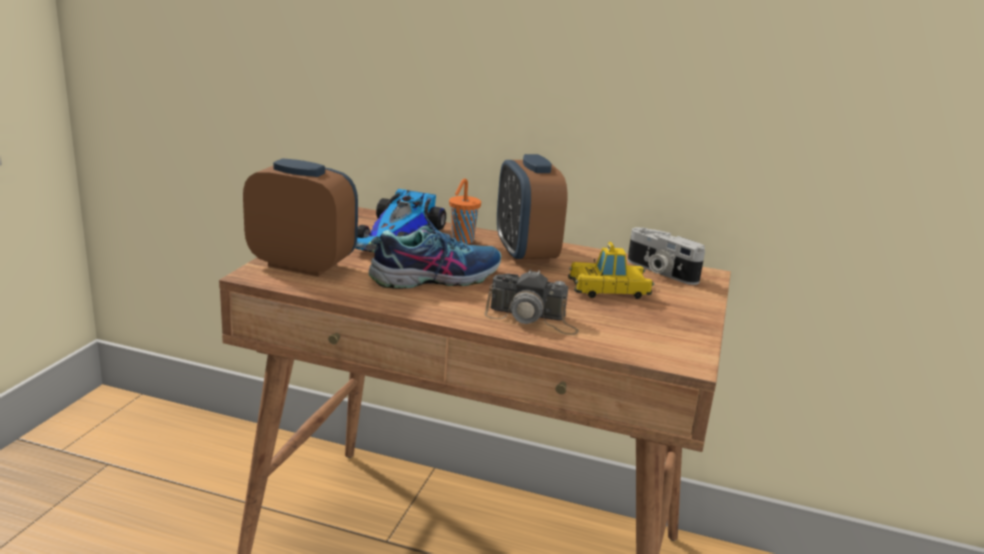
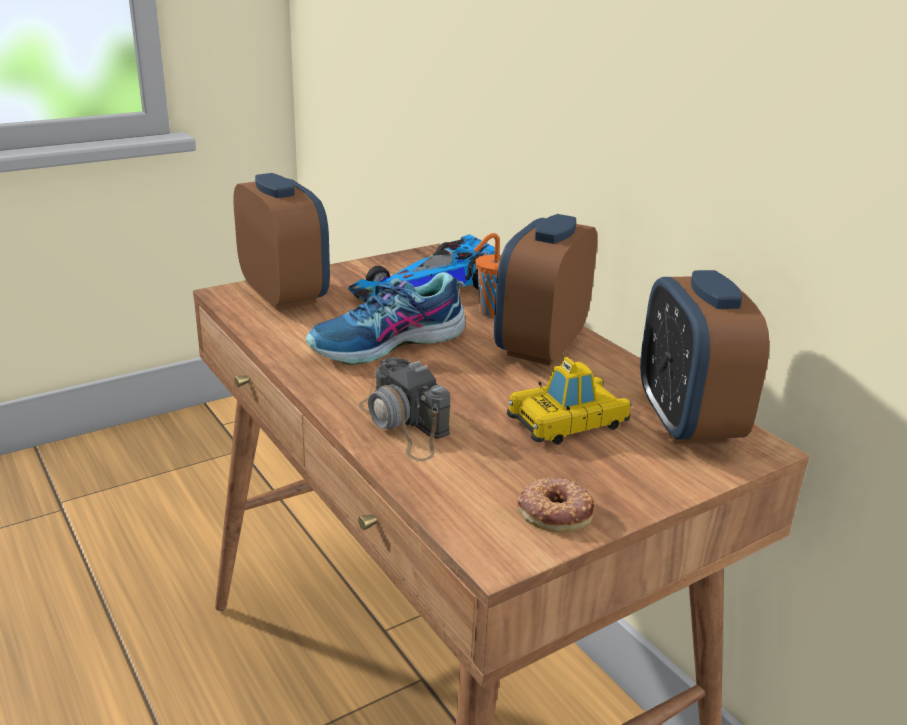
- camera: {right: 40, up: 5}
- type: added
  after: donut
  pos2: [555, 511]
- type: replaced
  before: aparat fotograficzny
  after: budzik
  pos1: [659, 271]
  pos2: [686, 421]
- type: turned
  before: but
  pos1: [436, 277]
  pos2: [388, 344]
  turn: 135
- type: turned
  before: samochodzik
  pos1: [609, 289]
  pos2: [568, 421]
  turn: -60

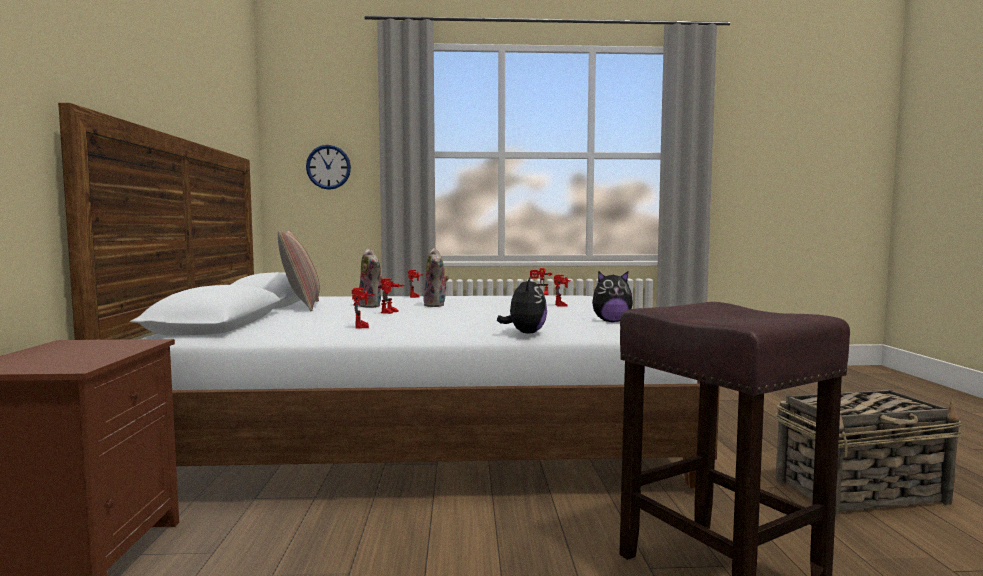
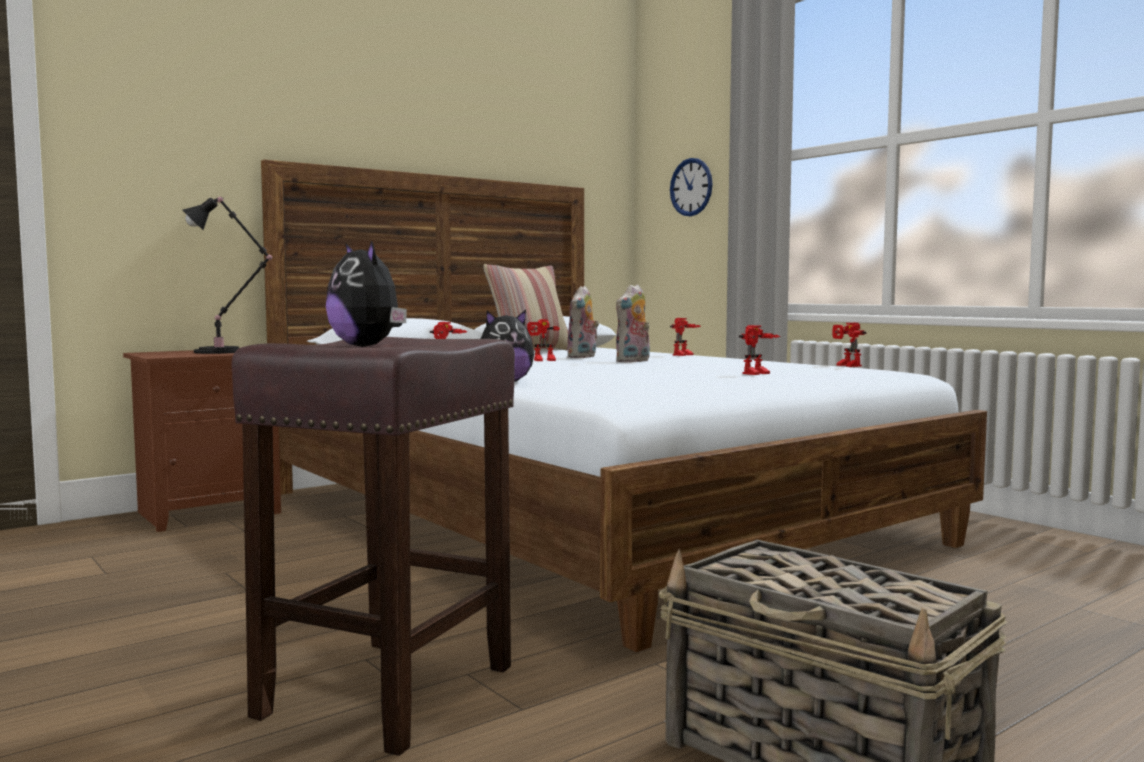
- camera: {right: 55, up: 0}
- type: added
  after: lampa stołowa/czarny
  pos2: [223, 352]
- type: moved
  before: pluszak
  pos1: [611, 321]
  pos2: [368, 346]

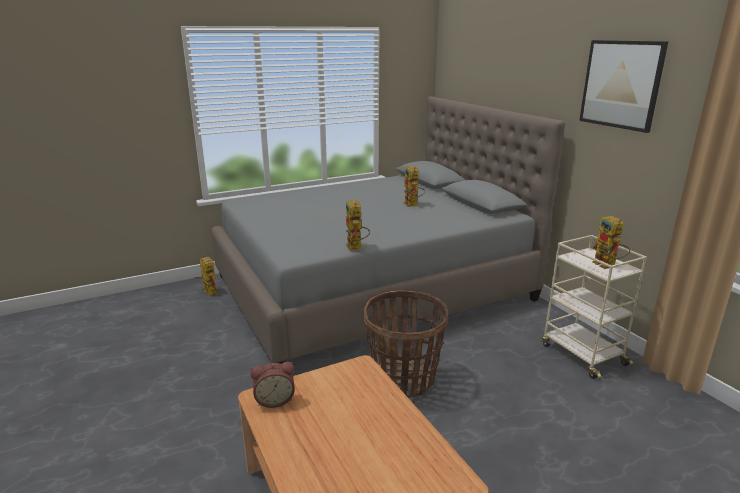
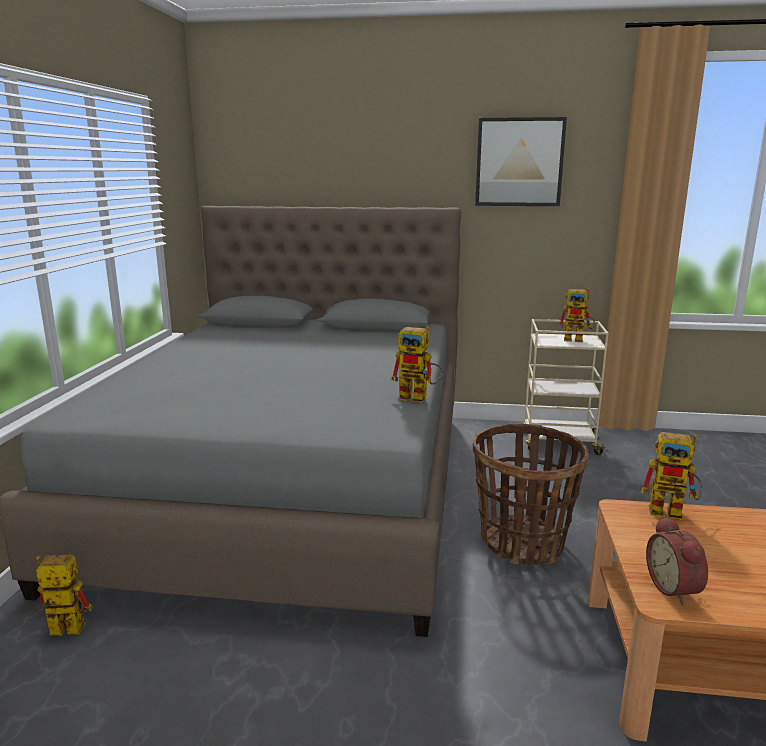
- camera: {right: -55, up: -5}
- type: moved
  before: robot zabawkowy
  pos1: [413, 205]
  pos2: [673, 512]
- type: turned
  before: budzik
  pos1: [274, 399]
  pos2: [675, 588]
  turn: 150

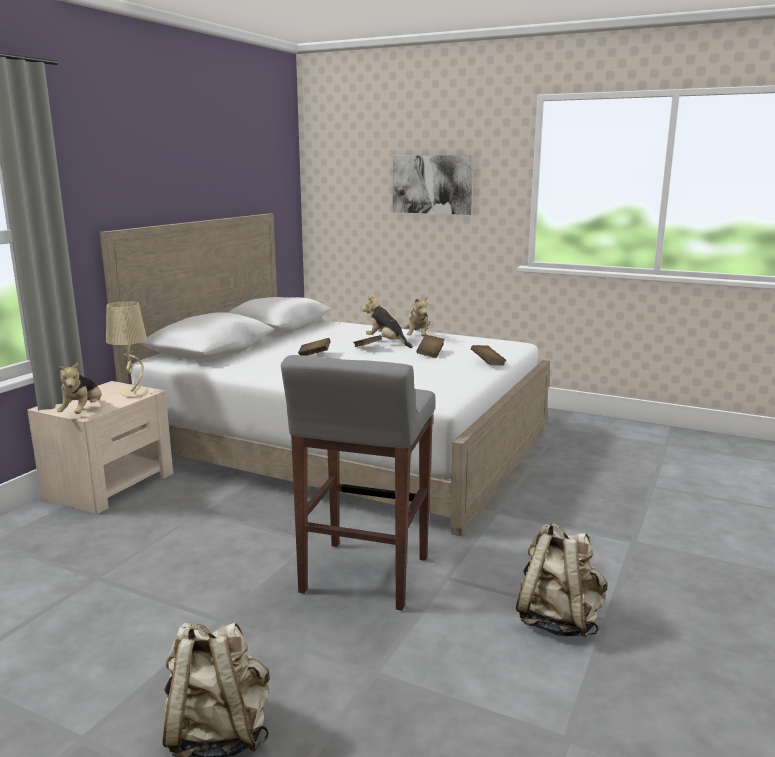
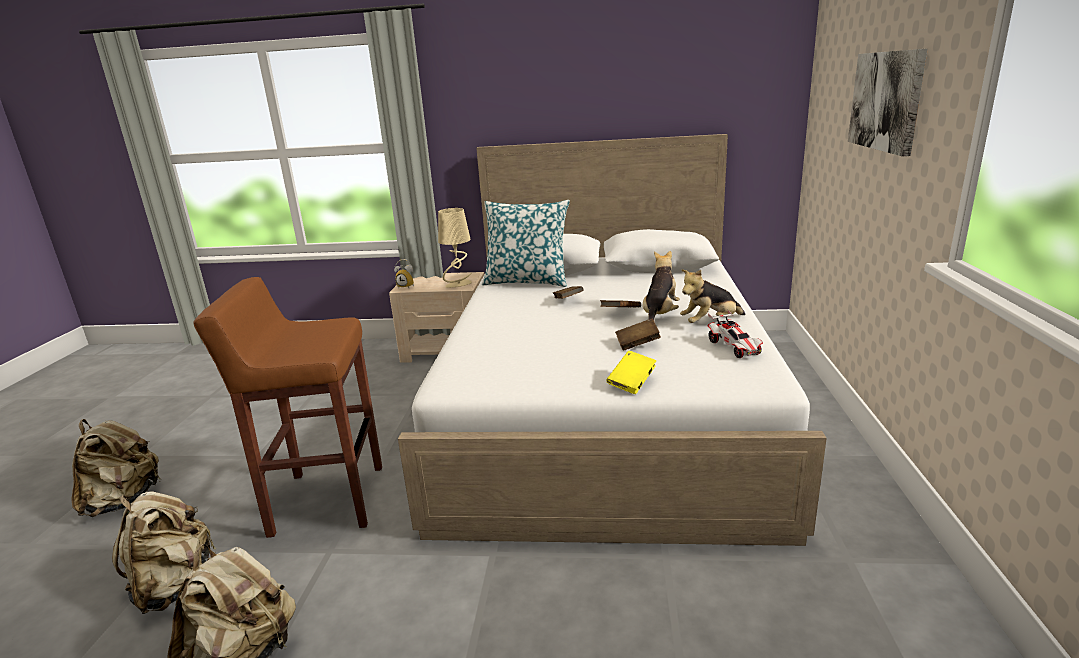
- camera: {right: 70, up: 5}
- type: added
  after: plecak/beżowy
  pos2: [174, 586]
- type: added
  after: poduszka
  pos2: [527, 281]
- type: added
  after: samochodzik
  pos2: [734, 347]
- type: replaced
  before: pluszak
  after: budzik
  pos1: [83, 412]
  pos2: [407, 286]
- type: recoloured
  before: stołek/szary
  after: stołek/brązowy
  pos1: [364, 576]
  pos2: [326, 500]
- type: recoloured
  before: książka/brązowy
  after: książka/żółty
  pos1: [488, 363]
  pos2: [631, 383]

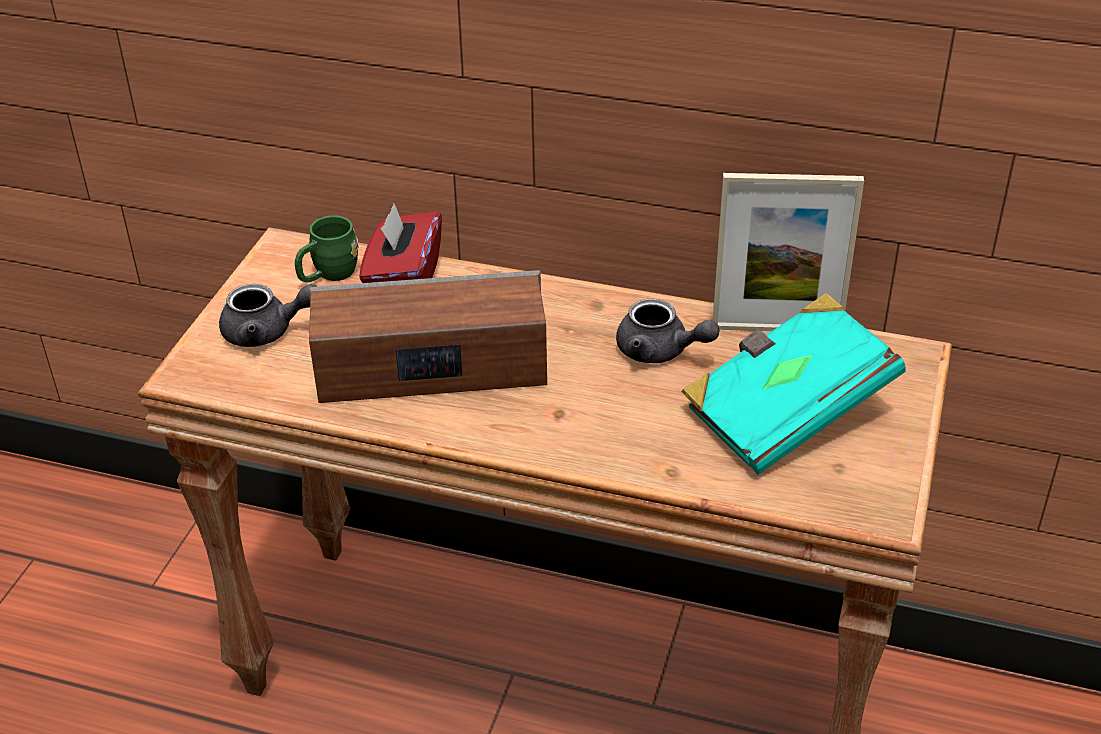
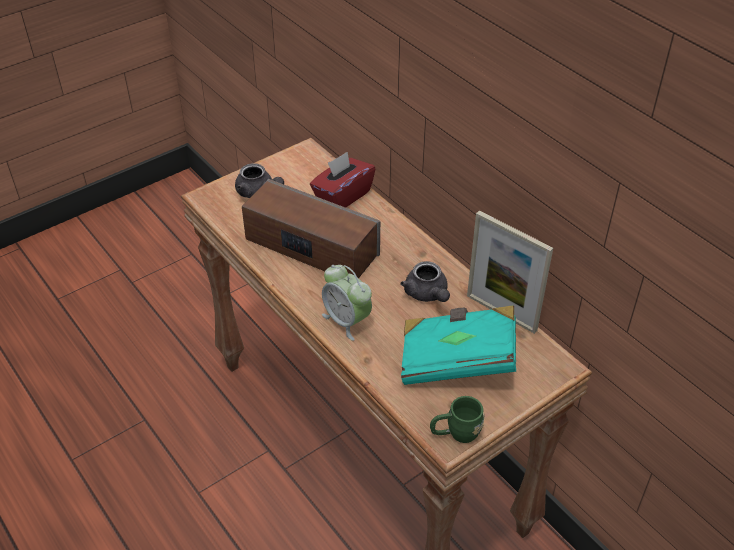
- camera: {right: 35, up: 5}
- type: added
  after: budzik
  pos2: [347, 320]
- type: moved
  before: kubek/zielony
  pos1: [328, 275]
  pos2: [455, 433]

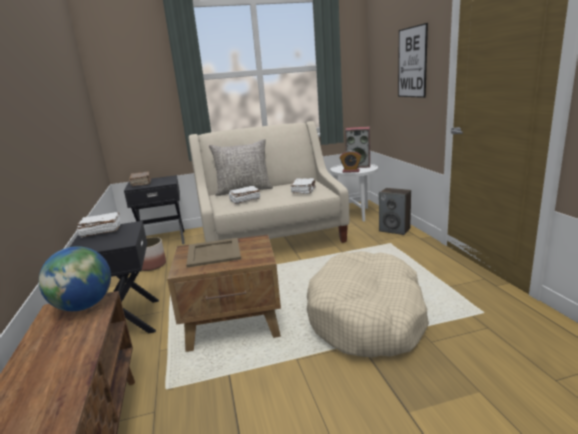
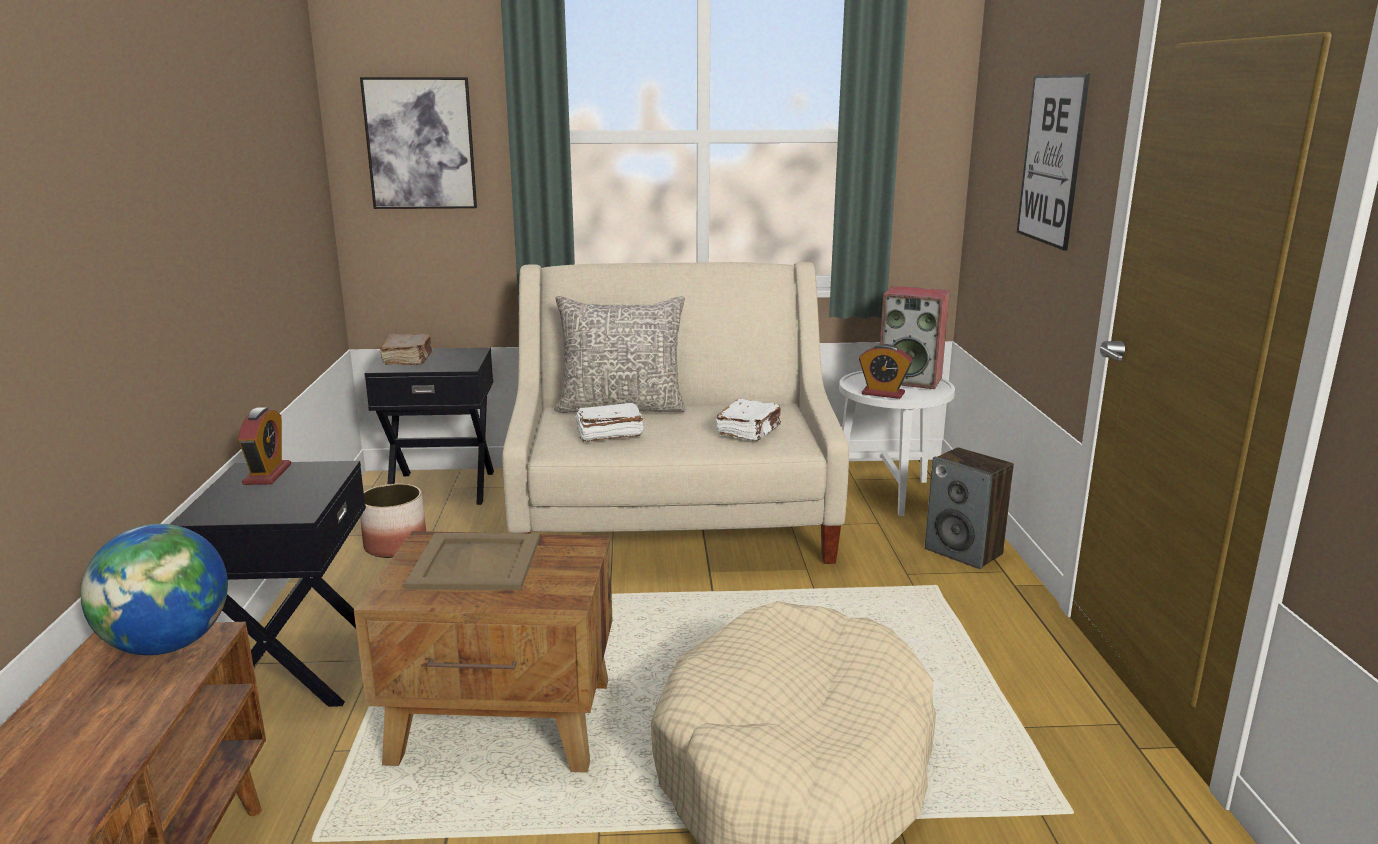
- camera: {right: 10, up: 0}
- type: added
  after: obraz
  pos2: [420, 143]
- type: replaced
  before: książka/biały
  after: budzik
  pos1: [100, 231]
  pos2: [267, 474]

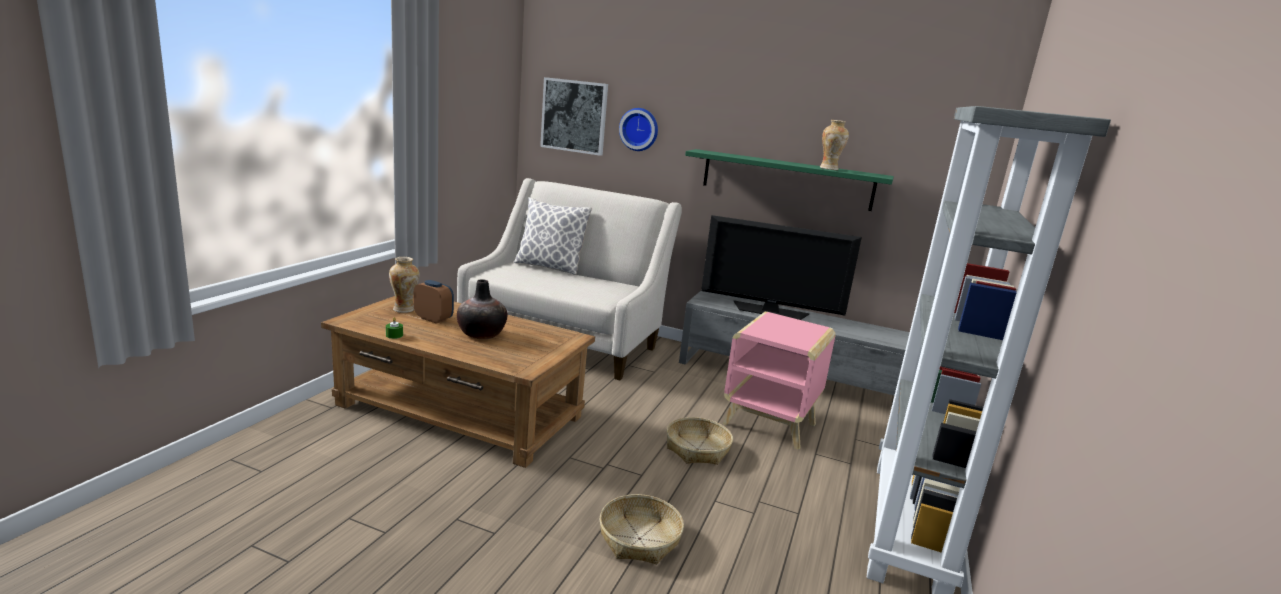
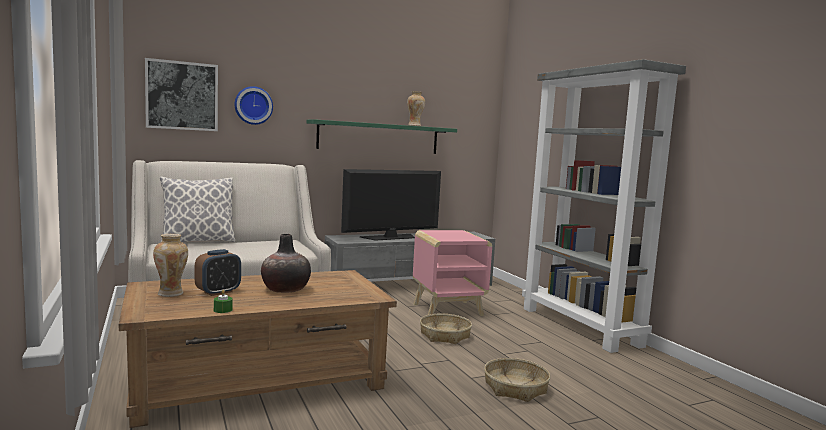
- camera: {right: -45, up: -10}
- type: turned
  before: budzik
  pos1: [433, 319]
  pos2: [218, 292]
  turn: 150

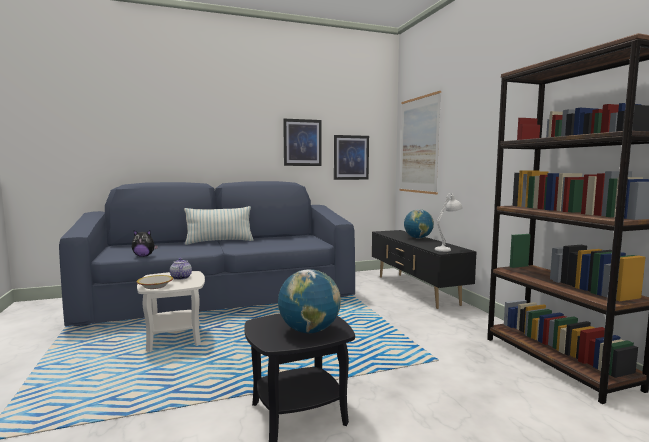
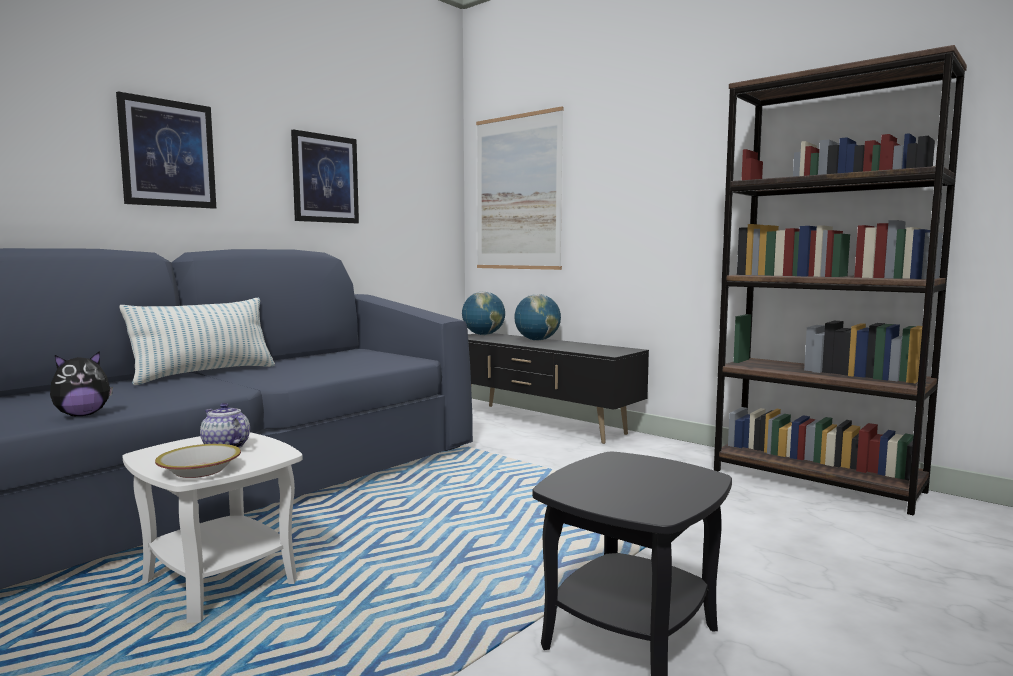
- camera: {right: -30, up: 0}
- type: removed
  before: lampa stołowa/biały
  pos1: [447, 249]
- type: moved
  before: globus
  pos1: [309, 331]
  pos2: [483, 335]
- type: moved
  before: obraz
  pos1: [351, 157]
  pos2: [168, 153]

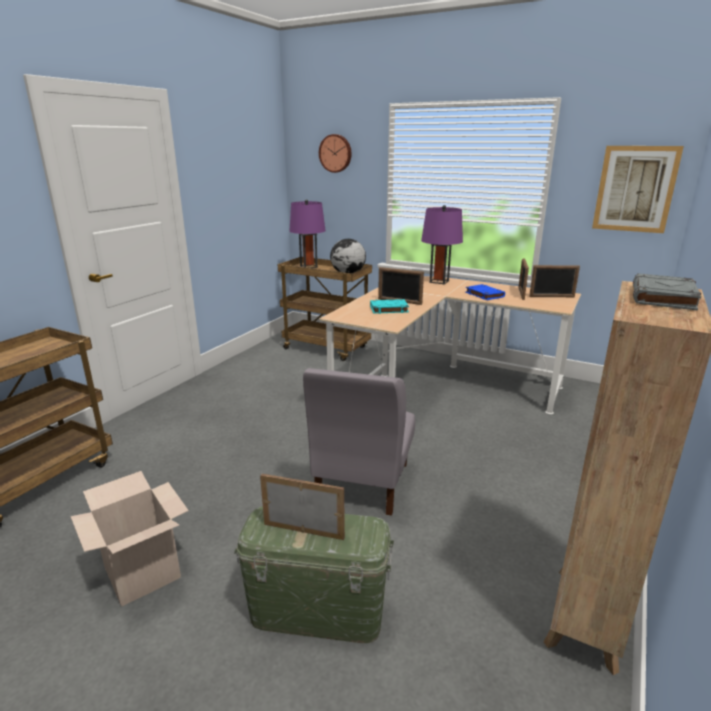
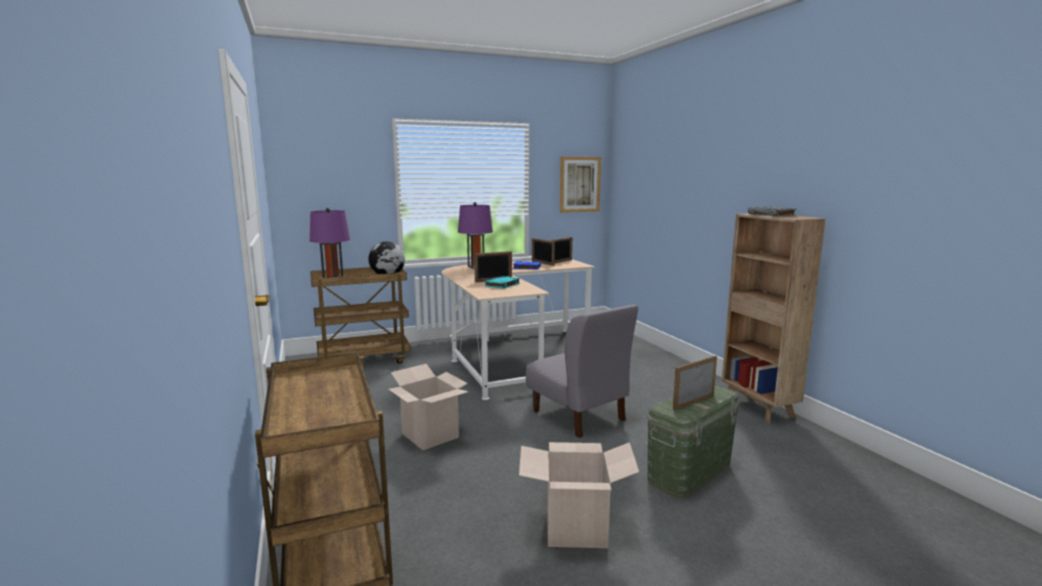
- camera: {right: -50, up: -10}
- type: removed
  before: zegar ścienny
  pos1: [336, 153]
- type: added
  after: karton
  pos2: [430, 435]

